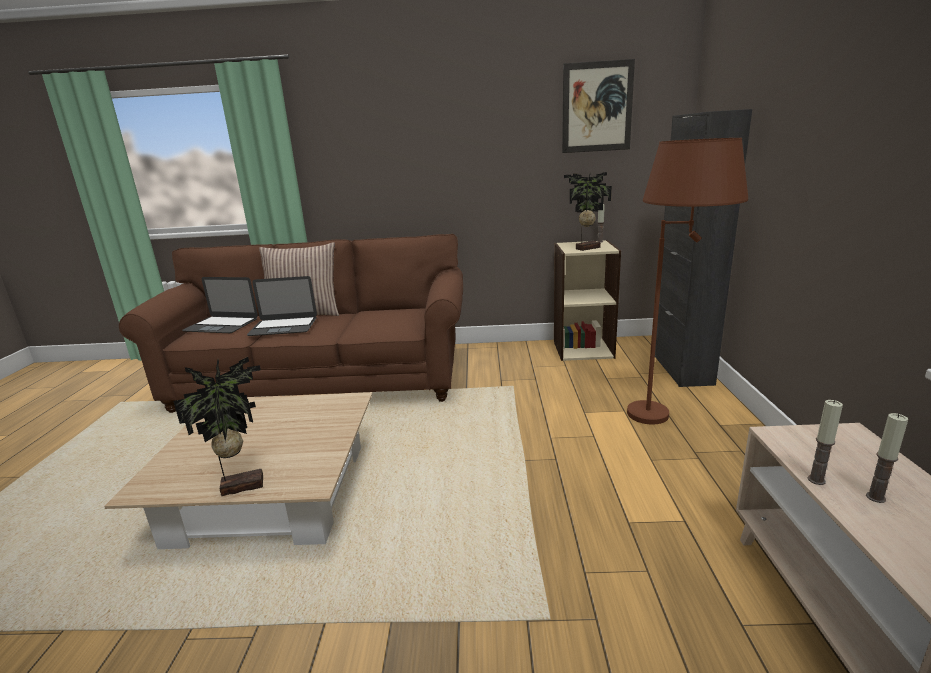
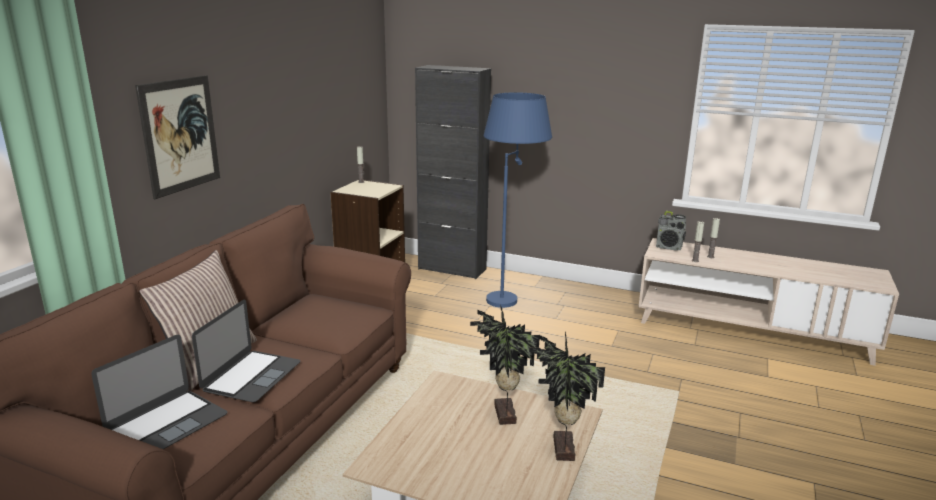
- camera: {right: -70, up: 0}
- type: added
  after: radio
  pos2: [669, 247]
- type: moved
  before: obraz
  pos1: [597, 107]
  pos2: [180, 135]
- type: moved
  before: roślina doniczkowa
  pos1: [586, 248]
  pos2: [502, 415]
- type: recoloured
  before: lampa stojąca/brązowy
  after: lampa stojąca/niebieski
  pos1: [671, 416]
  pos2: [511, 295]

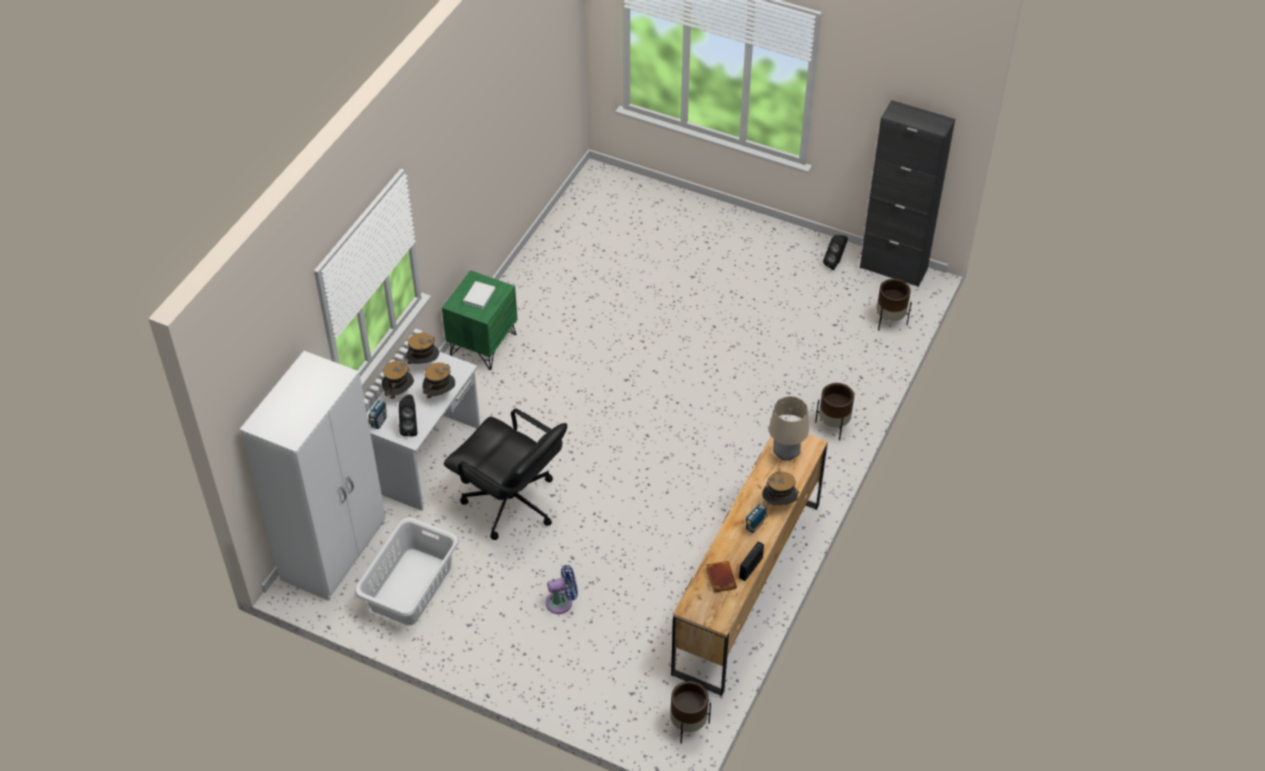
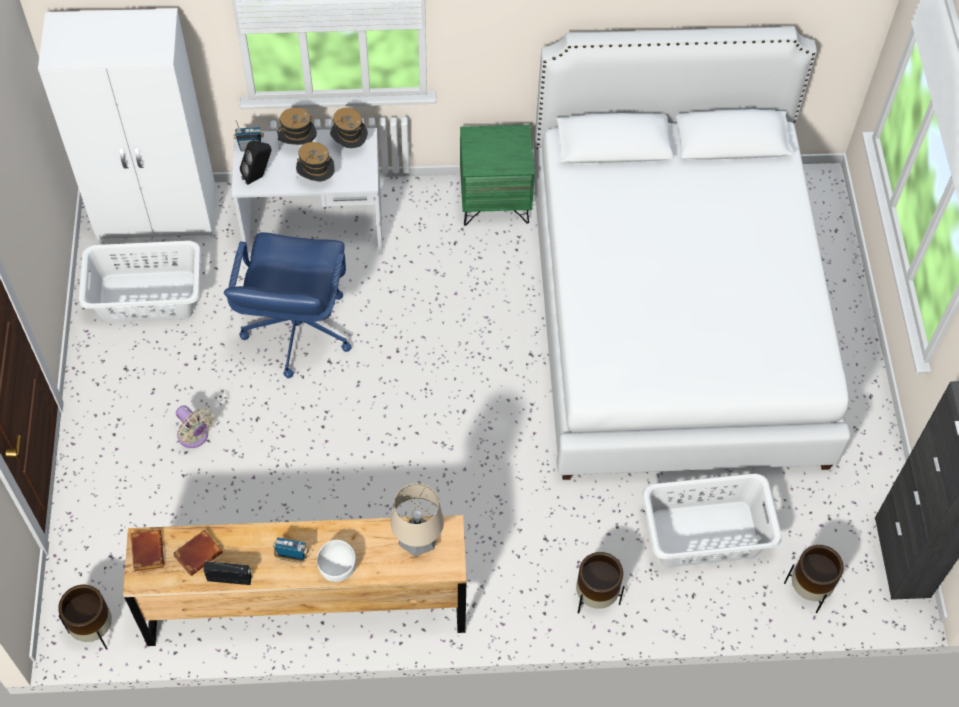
- camera: {right: 60, up: 10}
- type: removed
  before: książka/biały
  pos1: [478, 296]
- type: removed
  before: głośnik/czarny
  pos1: [835, 263]
- type: added
  after: książka/brązowy
  pos2: [146, 551]
- type: added
  after: łóżko/biały
  pos2: [673, 316]
- type: added
  after: kosz na pranie/biały
  pos2: [704, 533]
- type: replaced
  before: kapelusz
  after: miska/biały
  pos1: [779, 504]
  pos2: [338, 568]
- type: recoloured
  before: krzesło biurowe/czarny
  after: krzesło biurowe/niebieski
  pos1: [511, 504]
  pos2: [296, 331]
- type: recoloured
  before: wentylator/niebieski
  after: wentylator/beżowy
  pos1: [562, 602]
  pos2: [195, 437]

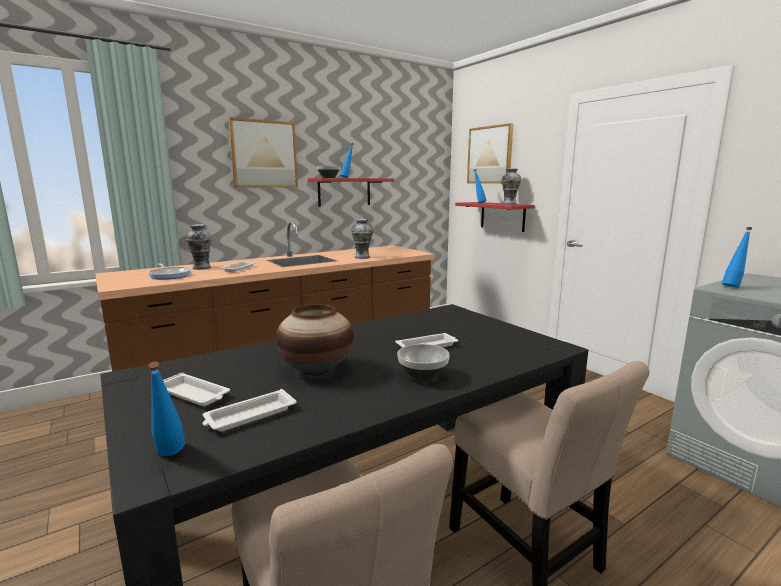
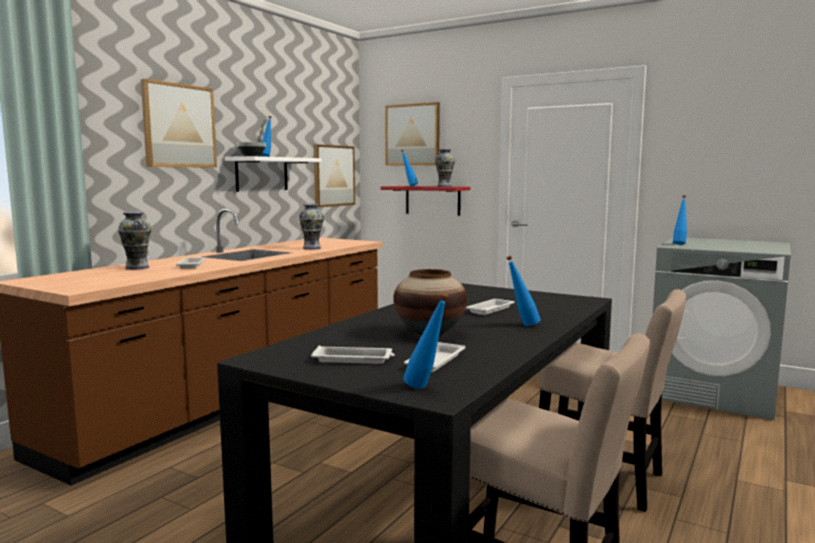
- camera: {right: -25, up: -5}
- type: removed
  before: patelnia
  pos1: [170, 275]
- type: added
  after: obraz
  pos2: [333, 176]
- type: replaced
  before: miska
  after: butelka/niebieski
  pos1: [422, 376]
  pos2: [522, 325]
- type: recoloured
  before: półka/czerwony
  after: półka/biały
  pos1: [344, 192]
  pos2: [262, 174]

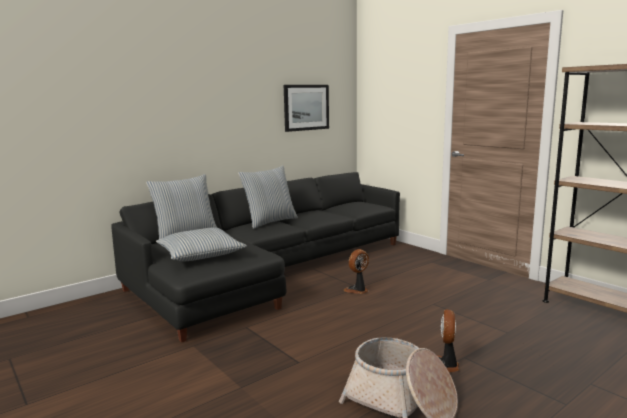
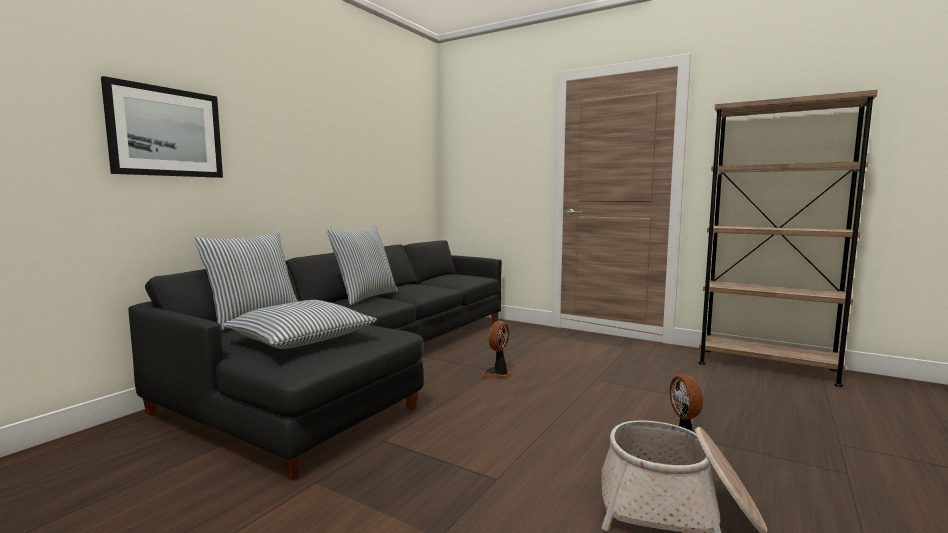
- camera: {right: -20, up: -5}
- type: moved
  before: obraz
  pos1: [306, 107]
  pos2: [166, 132]

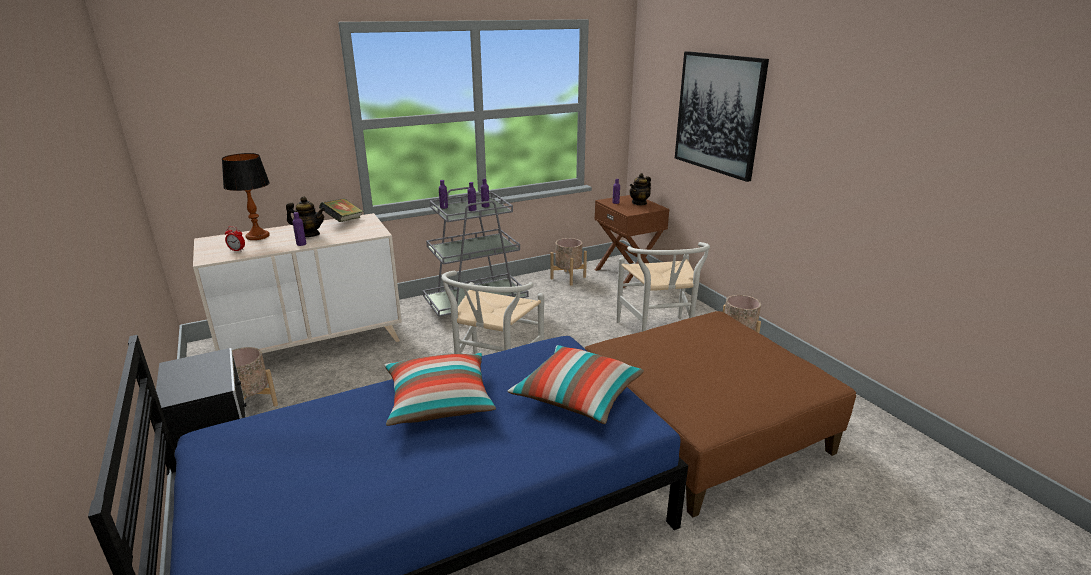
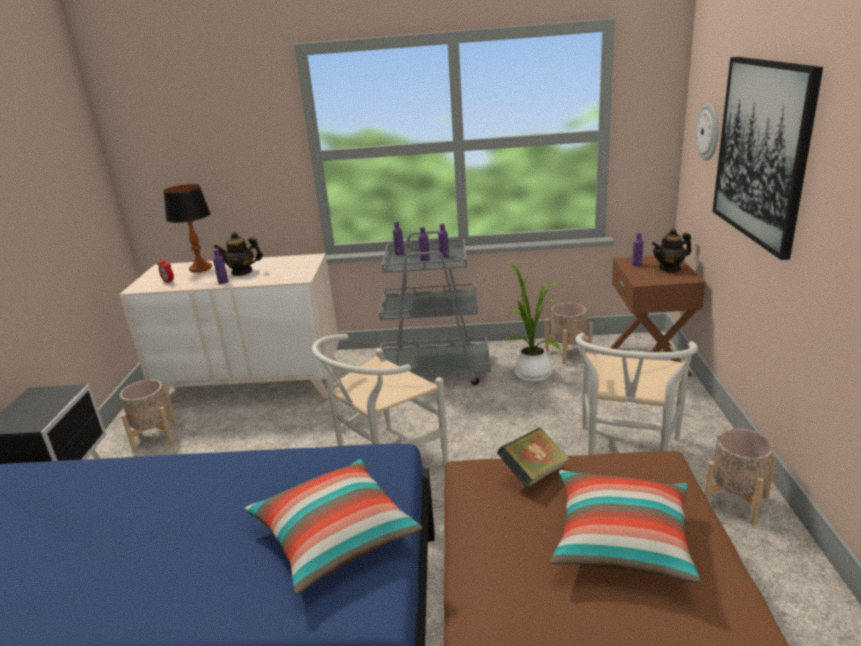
- camera: {right: 30, up: 0}
- type: added
  after: roślina doniczkowa
  pos2: [531, 372]
- type: added
  after: zegar ścienny
  pos2: [708, 131]
- type: moved
  before: książka
  pos1: [343, 221]
  pos2: [533, 473]
- type: moved
  before: poduszka
  pos1: [439, 401]
  pos2: [621, 540]
- type: turned
  before: imbryk
  pos1: [309, 234]
  pos2: [242, 272]
  turn: 135

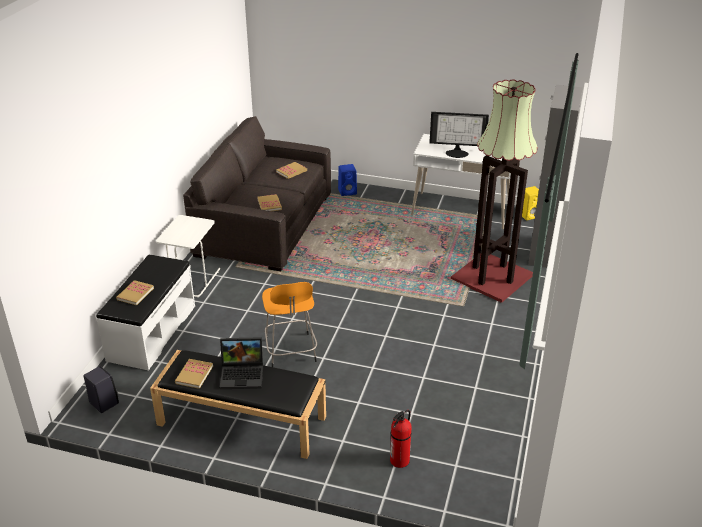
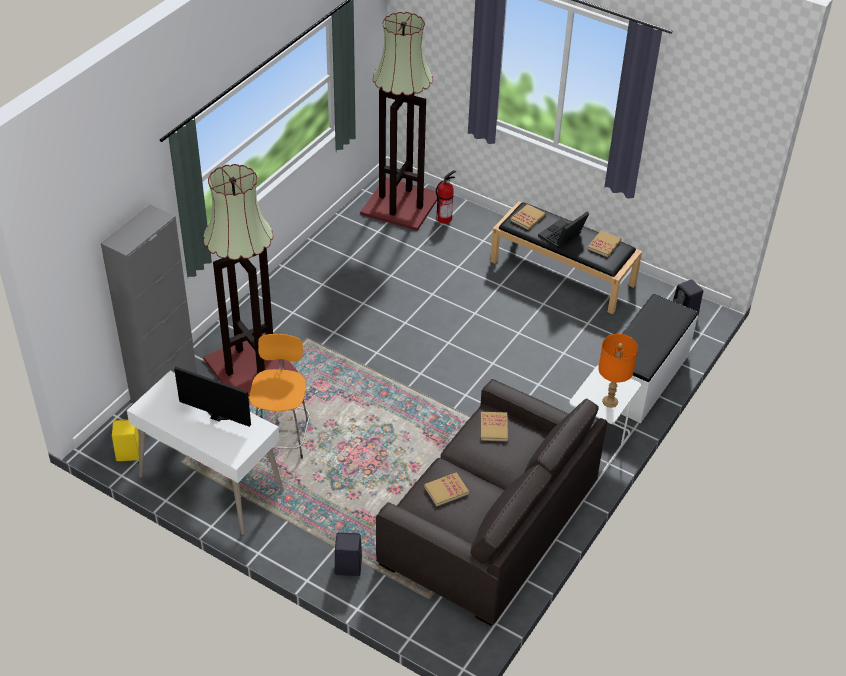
- camera: {right: -165, up: 10}
- type: added
  after: lampa stojąca
  pos2: [402, 204]
- type: added
  after: lampa stołowa/pomarańczowy
  pos2: [610, 401]
- type: moved
  before: książka
  pos1: [135, 294]
  pos2: [527, 218]
- type: moved
  before: stołek/pomarańczowy
  pos1: [291, 352]
  pos2: [282, 437]
- type: recoloured
  before: głośnik/niebieski
  after: głośnik/czarny
  pos1: [348, 191]
  pos2: [347, 566]
- type: turned
  before: laptop
  pos1: [243, 374]
  pos2: [562, 236]
  turn: -60

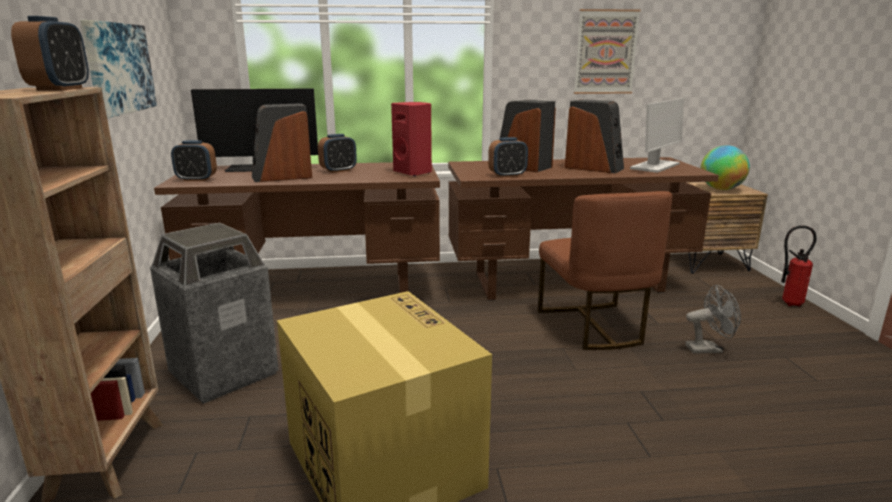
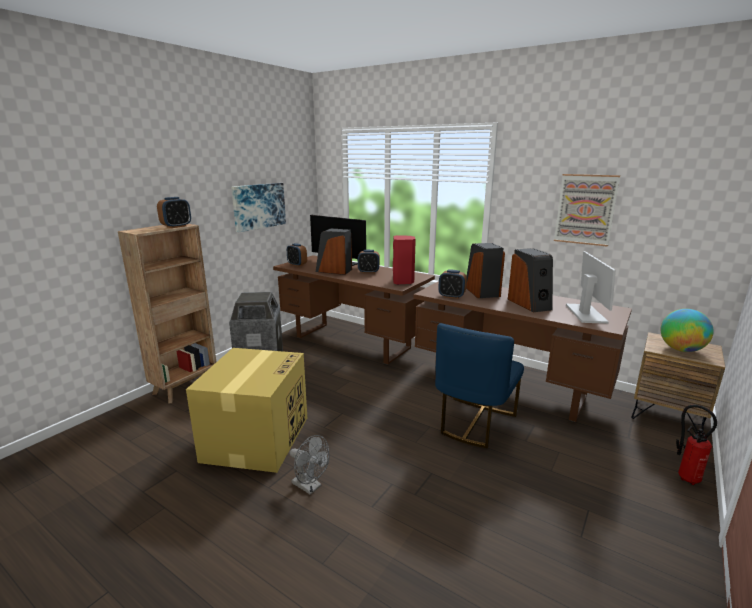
- camera: {right: 40, up: 0}
- type: moved
  before: wentylator/szary
  pos1: [708, 349]
  pos2: [310, 486]
- type: recoloured
  before: krzesło/brązowy
  after: krzesło/niebieski
  pos1: [593, 326]
  pos2: [473, 422]
- type: turned
  before: monitor
  pos1: [655, 166]
  pos2: [586, 314]
  turn: -75

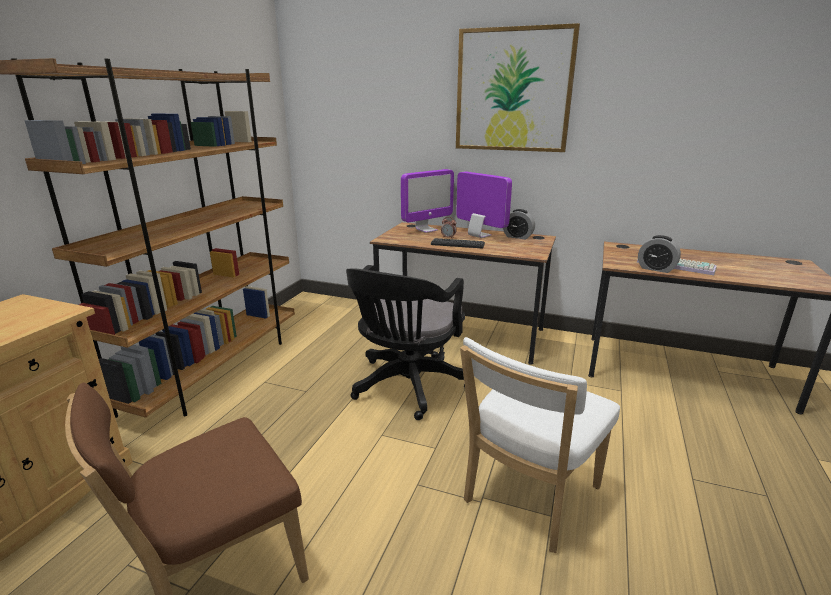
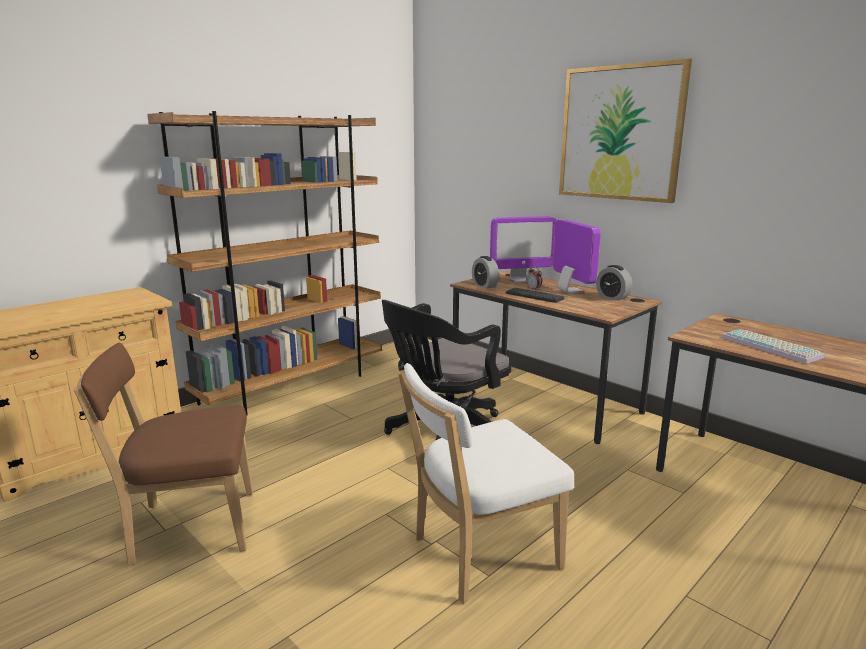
- camera: {right: 25, up: -5}
- type: moved
  before: budzik
  pos1: [656, 269]
  pos2: [484, 285]

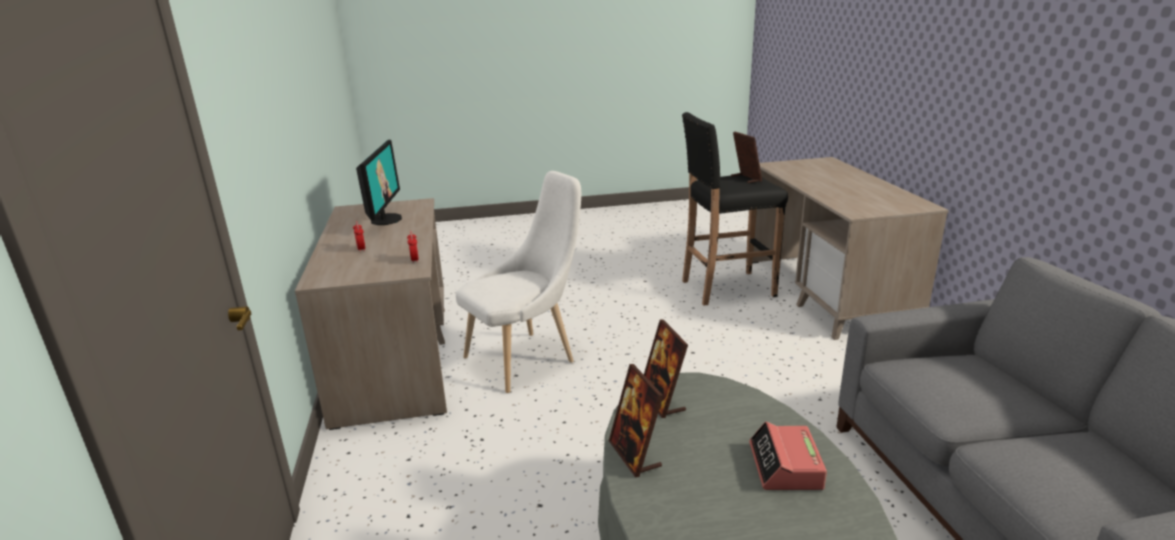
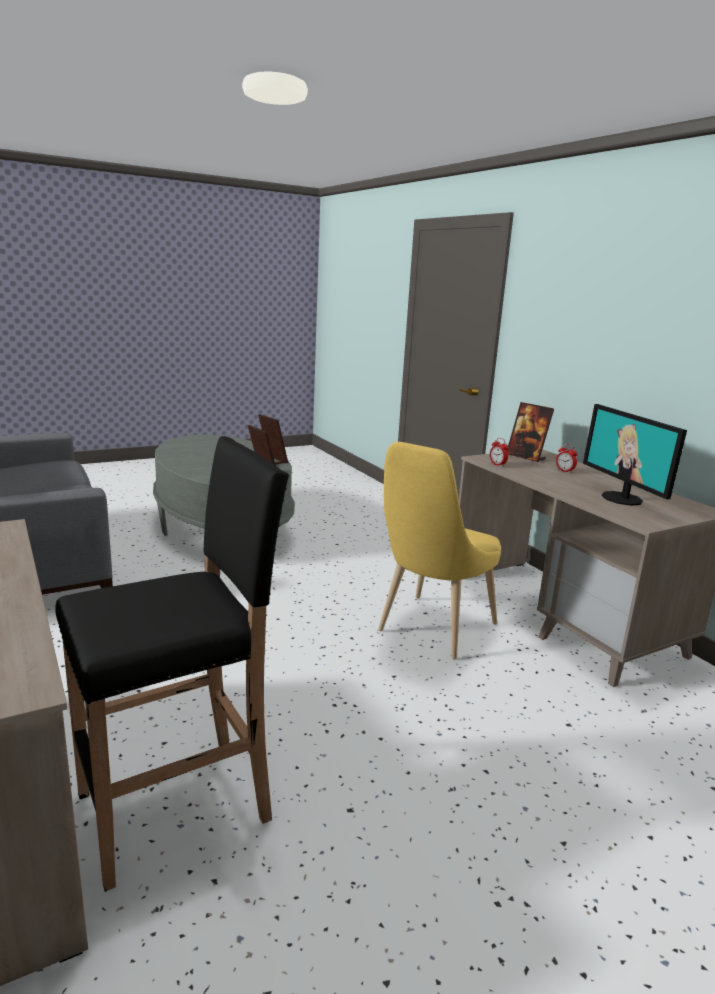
- camera: {right: 160, up: -5}
- type: removed
  before: budzik
  pos1: [785, 466]
- type: moved
  before: ramka na zdjęcie
  pos1: [745, 178]
  pos2: [526, 457]
- type: recoloured
  before: krzesło/biały
  after: krzesło/żółty
  pos1: [526, 358]
  pos2: [432, 630]

